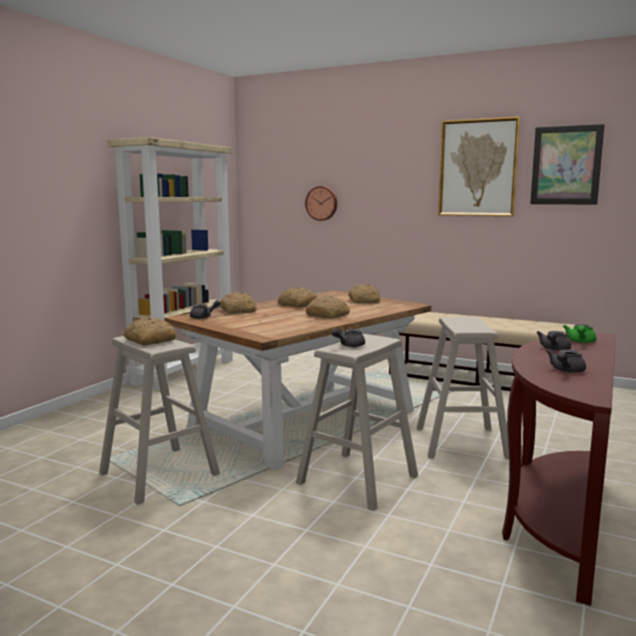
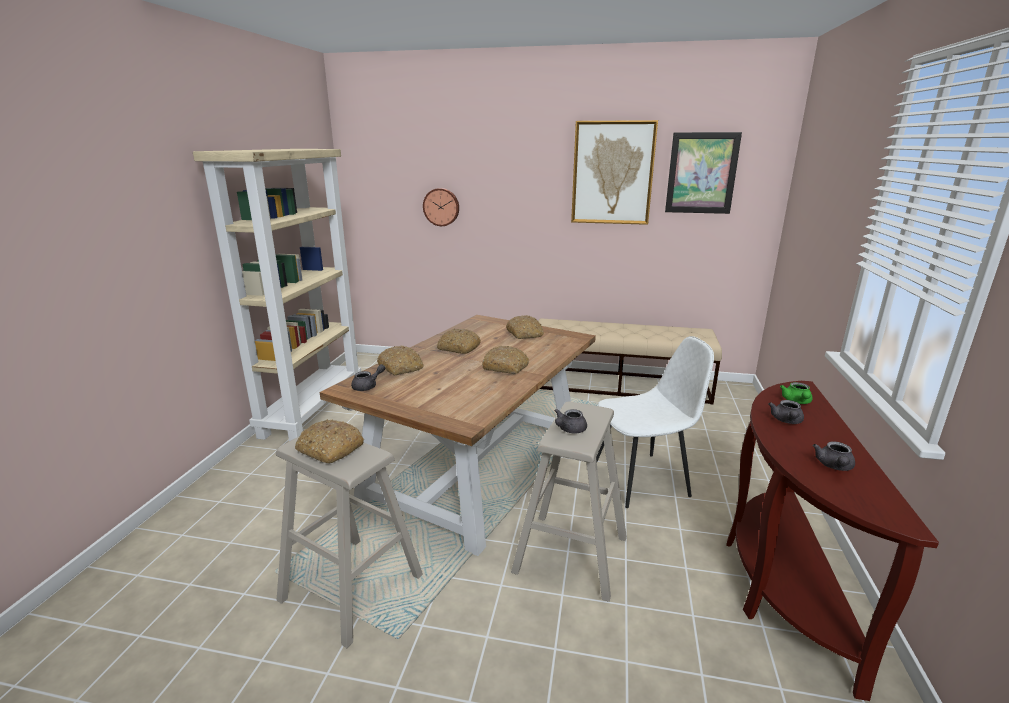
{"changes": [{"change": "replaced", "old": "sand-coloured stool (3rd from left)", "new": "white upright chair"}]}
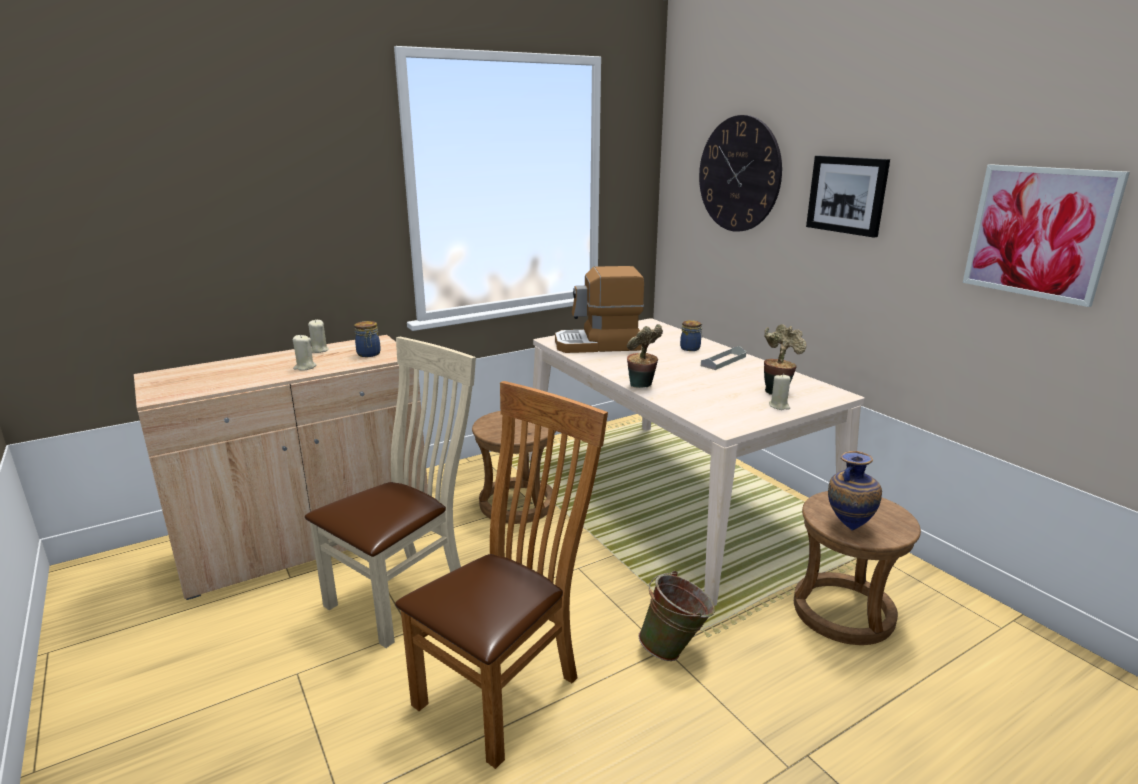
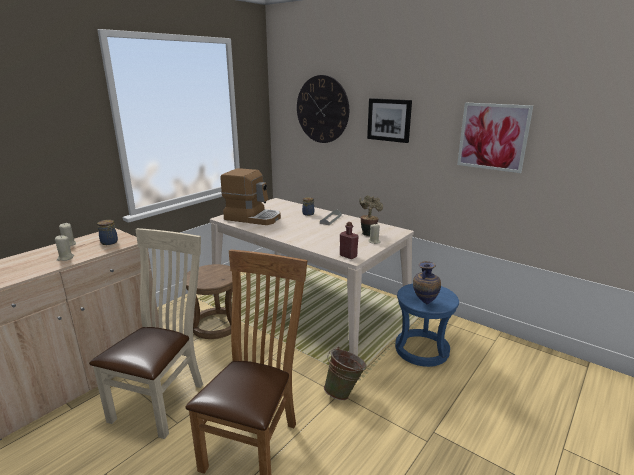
{"changes": [{"change": "turned", "old": "coffee machine", "degrees": -135}, {"change": "removed", "old": "potted plant (1st from left)"}, {"change": "recoloured", "old": "brownish stool (2nd from left)", "new": "blue-coloured stool"}, {"change": "added", "new": "red-coloured drink bottle"}]}
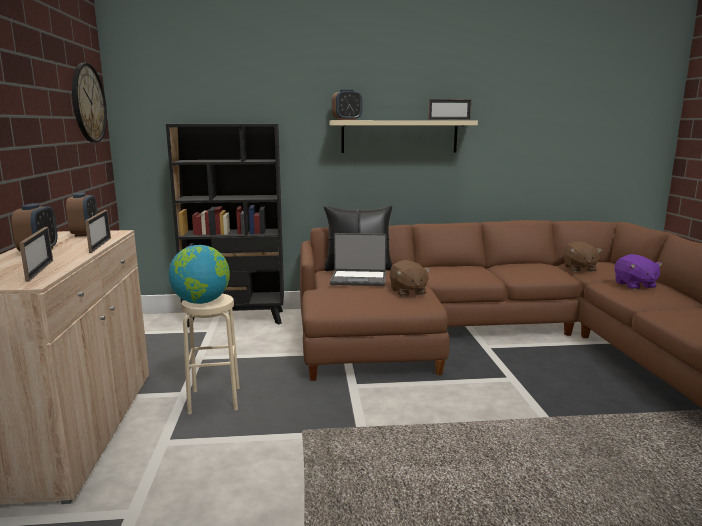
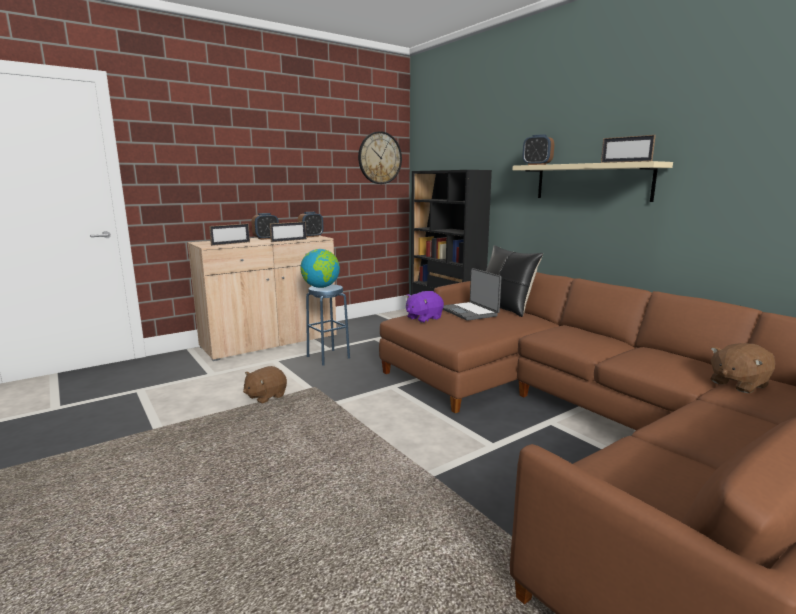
{"changes": [{"change": "recoloured", "old": "sand-coloured stool", "new": "blue-coloured stool"}, {"change": "moved", "old": "brownish cuddly toy (1st from left)"}, {"change": "moved", "old": "purplish cuddly toy"}]}
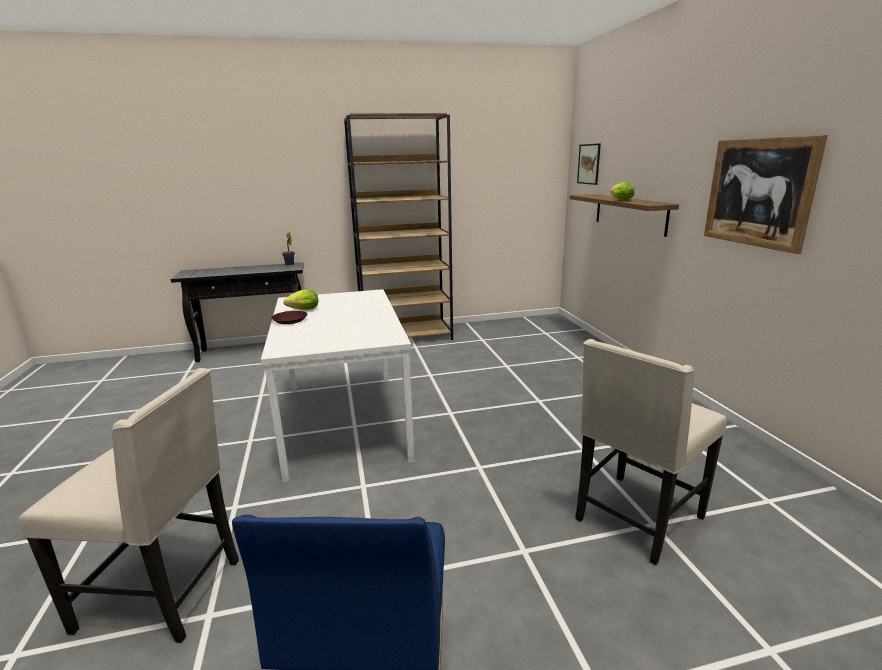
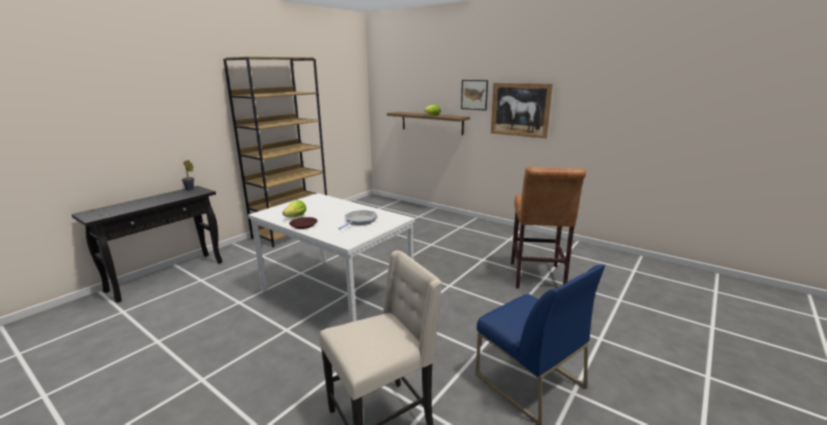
{"changes": [{"change": "replaced", "old": "sand-coloured upright chair (2nd from left)", "new": "brownish stool"}, {"change": "moved", "old": "wall art (1st from left)"}, {"change": "added", "new": "skillet"}]}
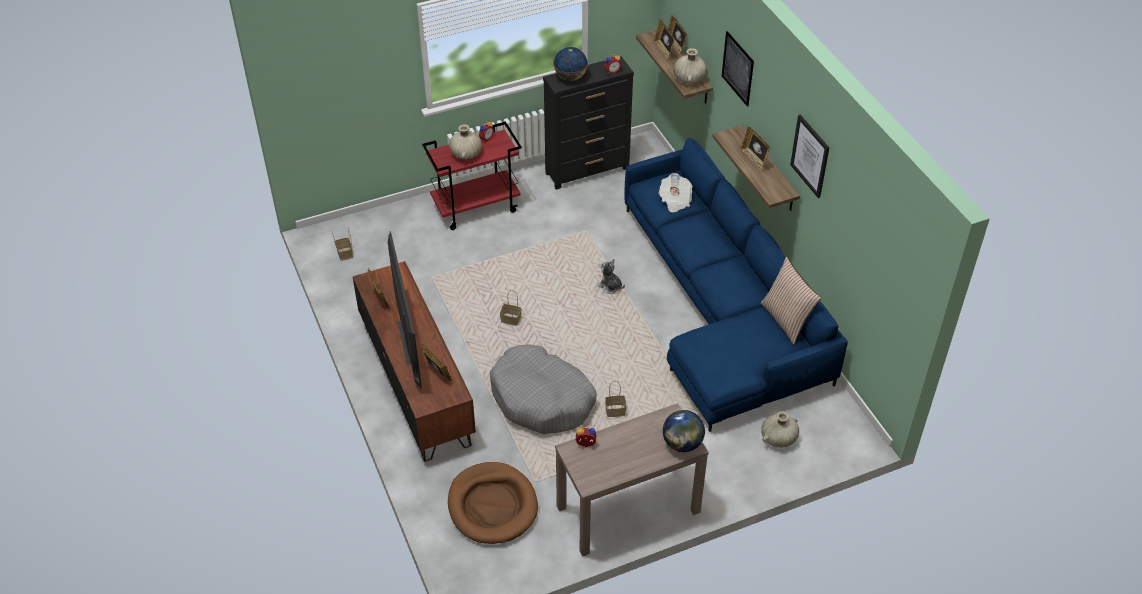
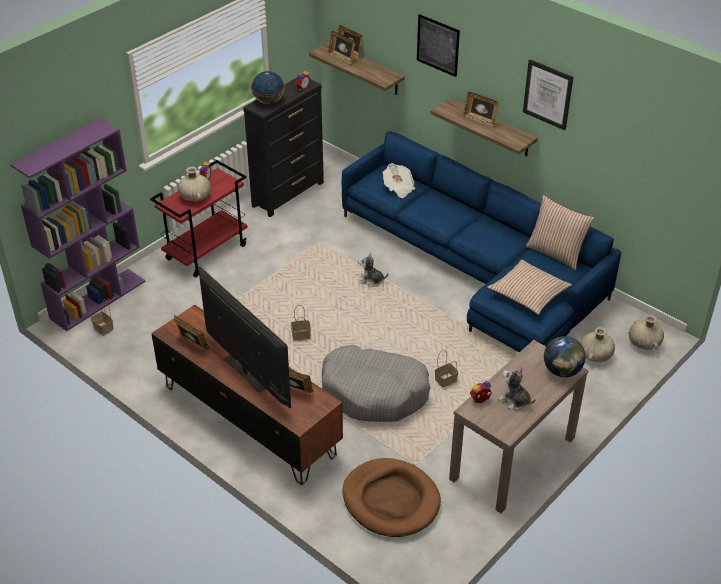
{"changes": [{"change": "moved", "old": "sand-coloured flower vase (2nd from left in the first image)", "new": "sand-coloured flower vase (3rd from left)"}, {"change": "added", "new": "purplish shelving unit"}, {"change": "added", "new": "pillow (1st from left)"}, {"change": "added", "new": "cuddly toy (2nd from left)"}]}
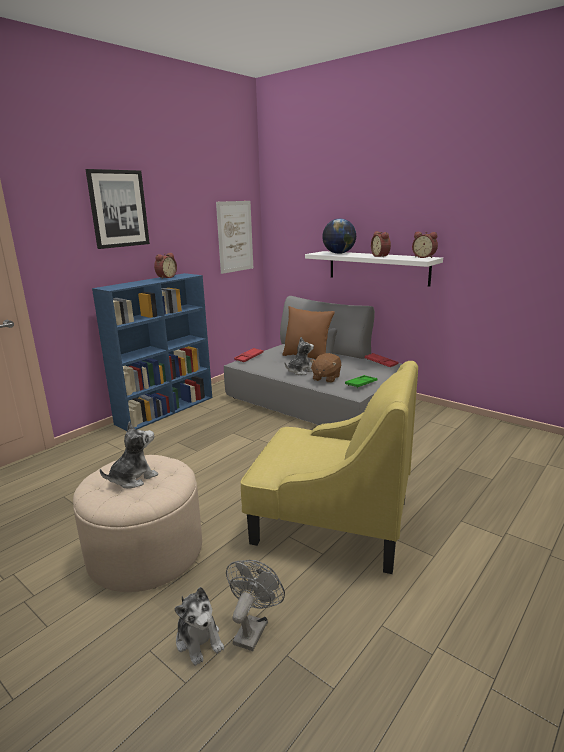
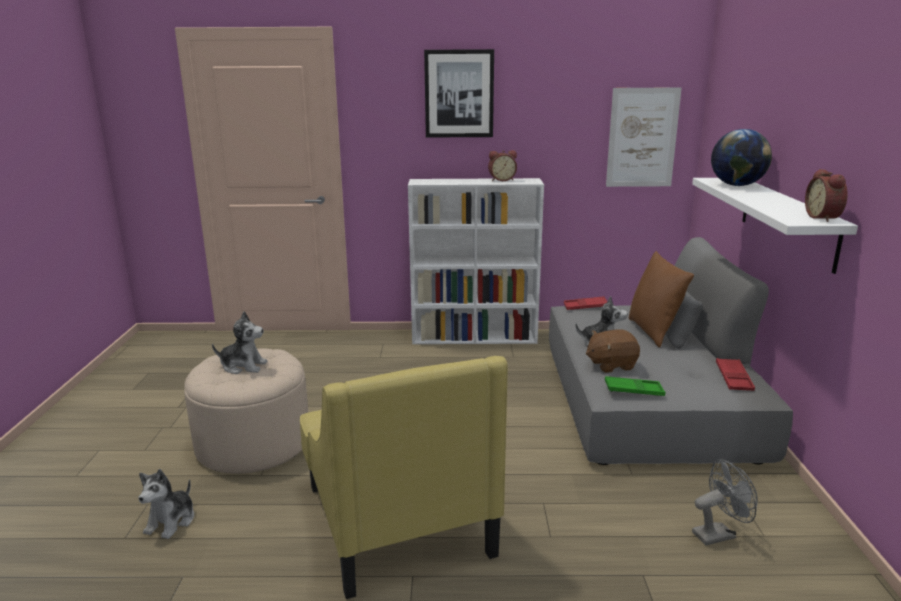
{"changes": [{"change": "recoloured", "old": "blue-coloured shelving unit", "new": "white shelving unit"}, {"change": "moved", "old": "gray cooling fan"}, {"change": "removed", "old": "table clock (2nd from left)"}]}
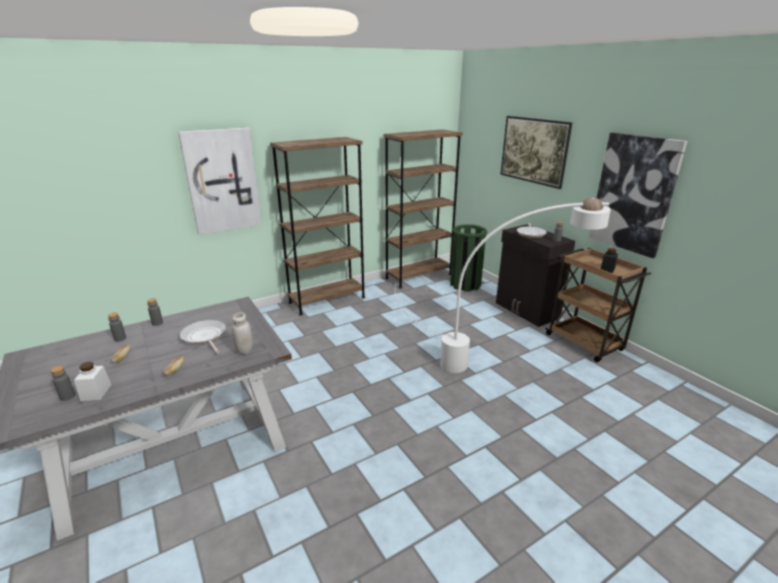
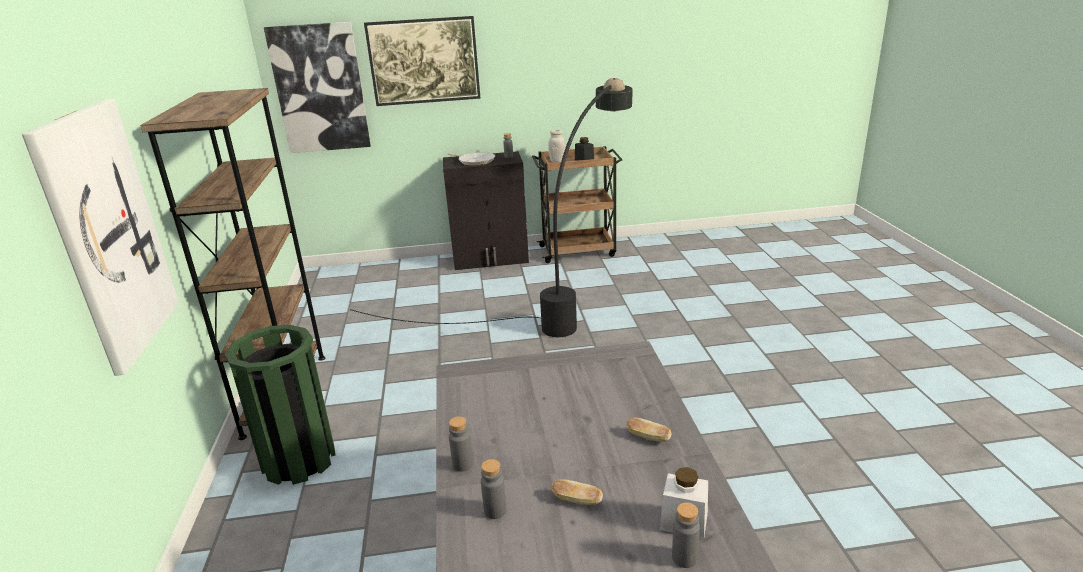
{"changes": [{"change": "removed", "old": "skillet (1st from left)"}, {"change": "moved", "old": "white jar (2nd from left in the first image)", "new": "white jar (1st from left)"}, {"change": "removed", "old": "brownish shelving unit (2nd from left)"}, {"change": "recoloured", "old": "white standard lamp", "new": "black standard lamp"}, {"change": "moved", "old": "green-coloured waste bin"}, {"change": "moved", "old": "wall art (3rd from left in the first image)", "new": "wall art (2nd from left)"}]}
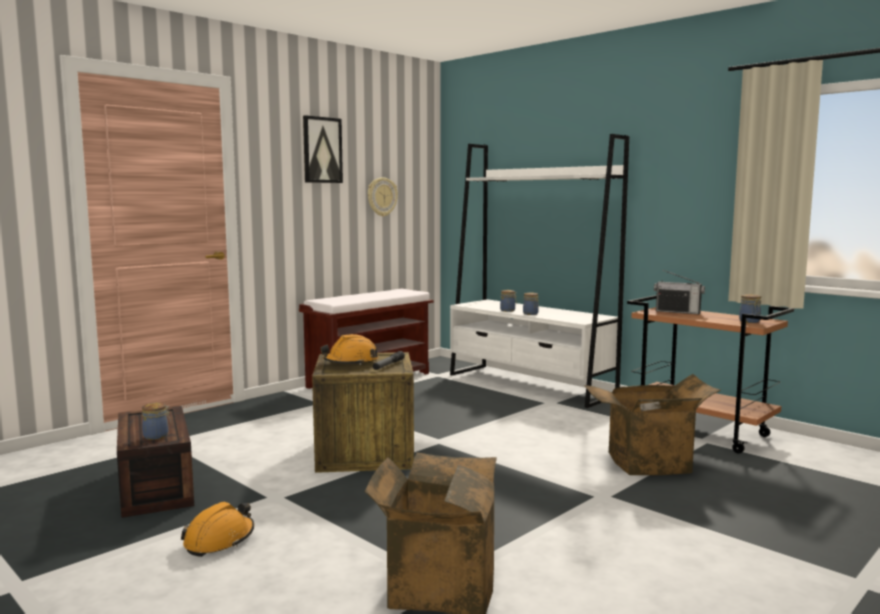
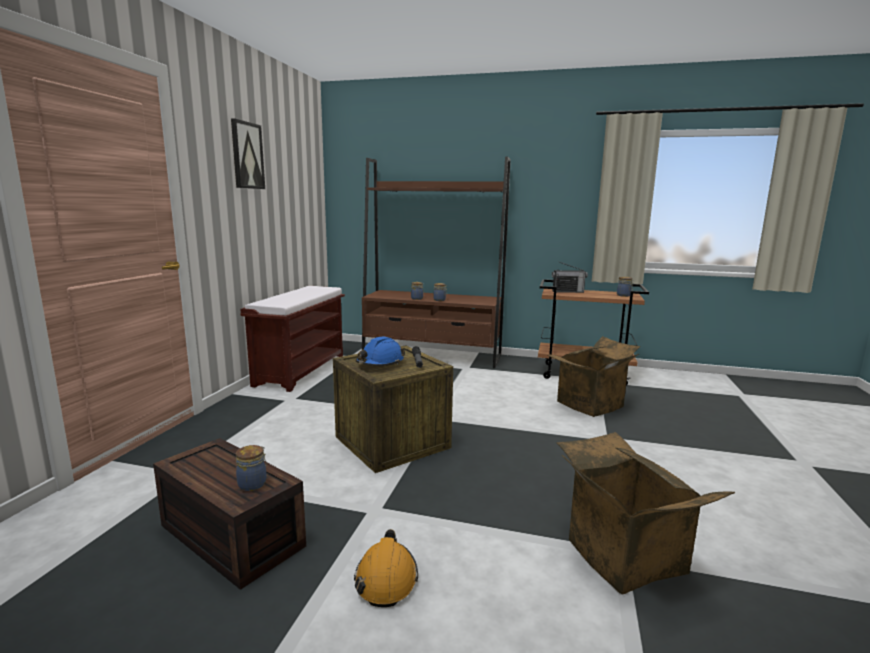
{"changes": [{"change": "recoloured", "old": "orange safety helmet (2nd from left)", "new": "blue-coloured safety helmet"}, {"change": "removed", "old": "clock on the wall"}, {"change": "recoloured", "old": "white shelving unit", "new": "brownish shelving unit"}]}
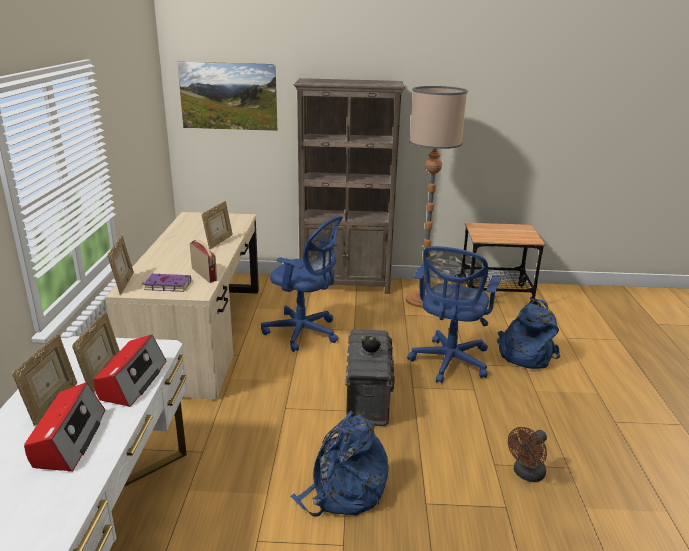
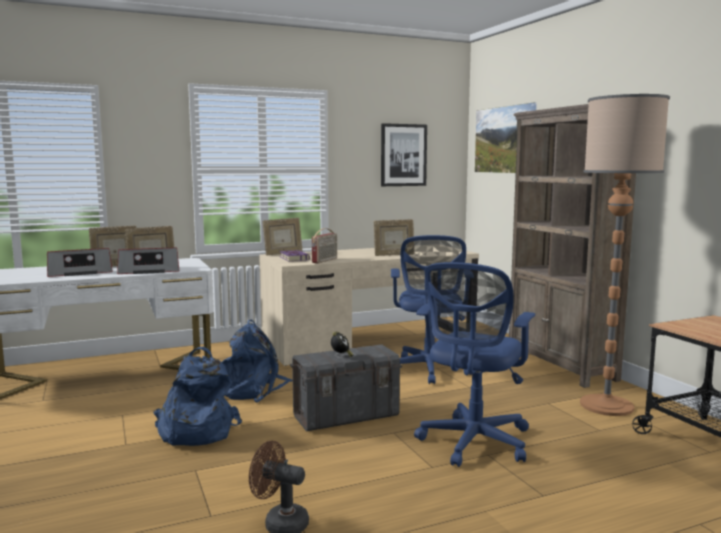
{"changes": [{"change": "turned", "old": "blue-coloured office chair (2nd from left)", "degrees": -60}, {"change": "moved", "old": "blue-coloured rucksack (2nd from left)"}, {"change": "added", "new": "wall art (1st from left)"}]}
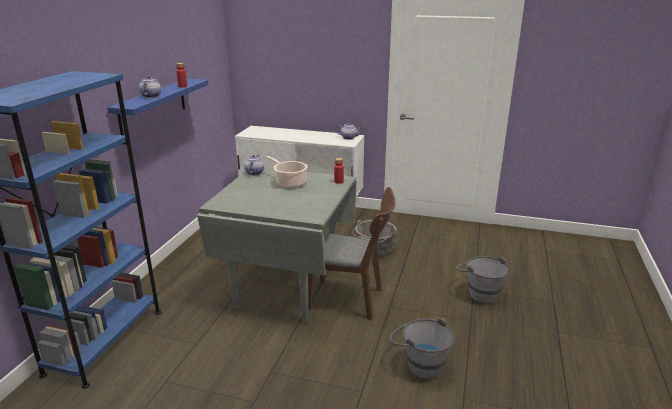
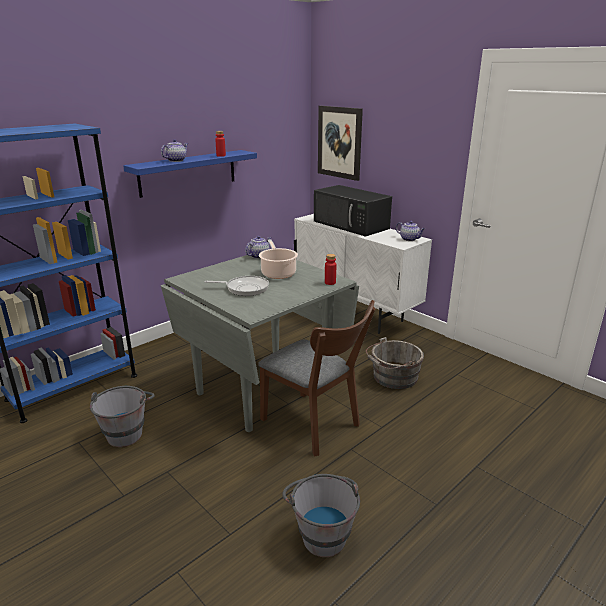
{"changes": [{"change": "moved", "old": "gray pail (3rd from left in the first image)", "new": "gray pail (1st from left)"}, {"change": "added", "new": "skillet"}, {"change": "added", "new": "black microwave"}, {"change": "added", "new": "wall art"}]}
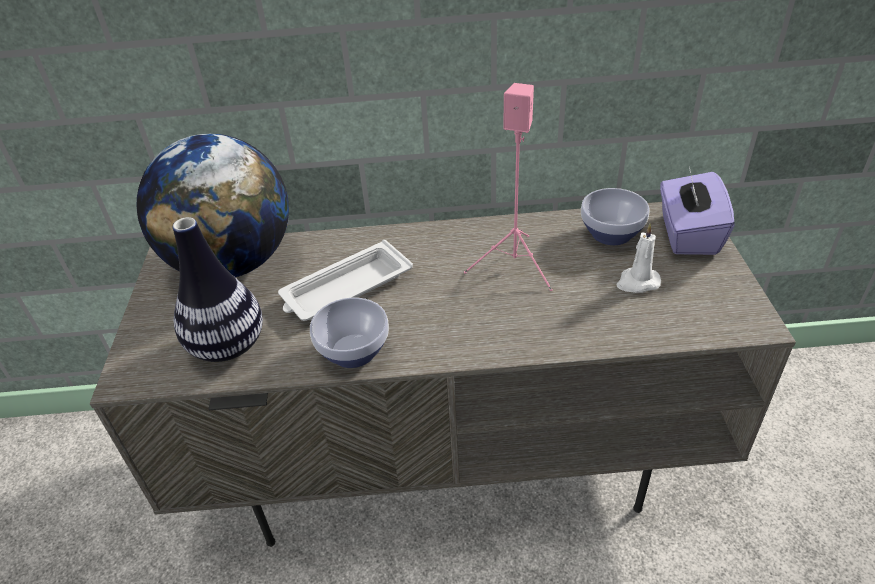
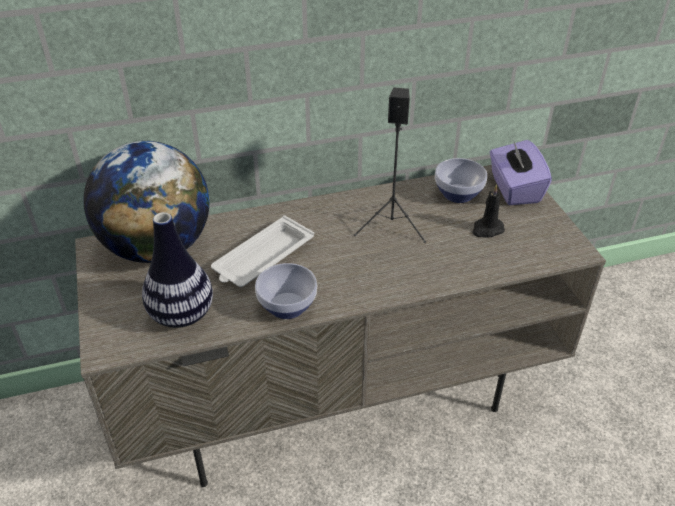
{"changes": [{"change": "recoloured", "old": "pink-coloured speaker", "new": "black speaker"}, {"change": "recoloured", "old": "white candle", "new": "black candle"}]}
